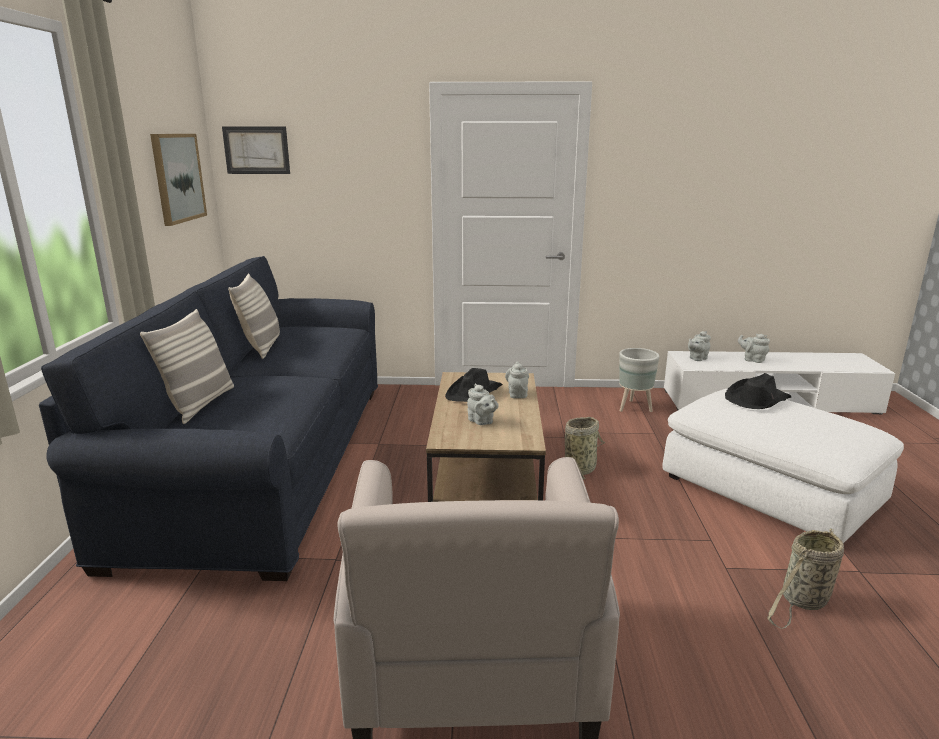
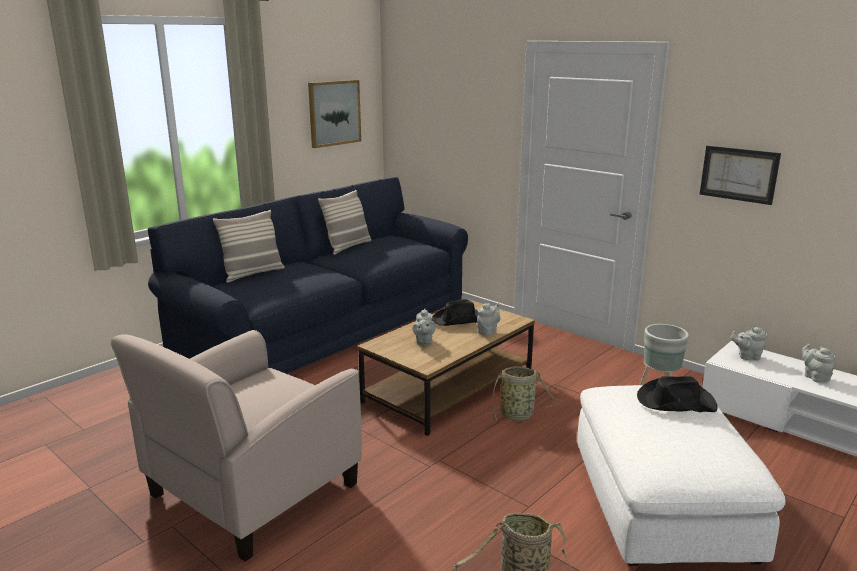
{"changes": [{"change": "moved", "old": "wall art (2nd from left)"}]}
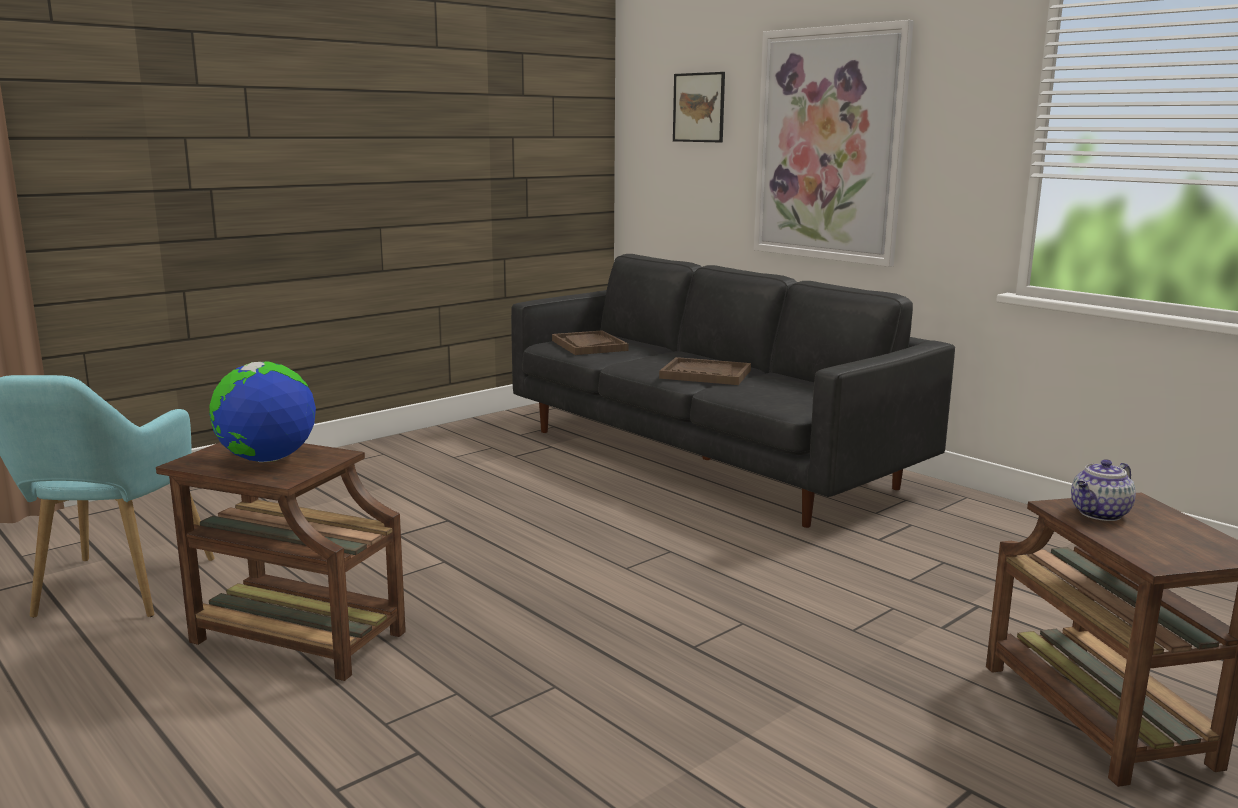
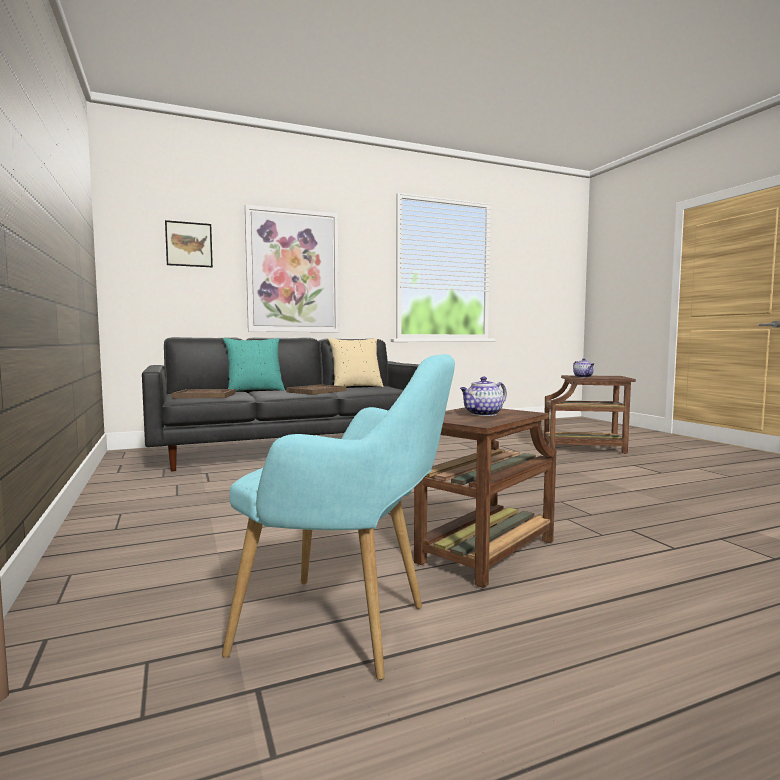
{"changes": [{"change": "replaced", "old": "globe", "new": "pot for tea (1st from left)"}, {"change": "added", "new": "turquoise-coloured pillow"}, {"change": "added", "new": "sand-coloured pillow"}]}
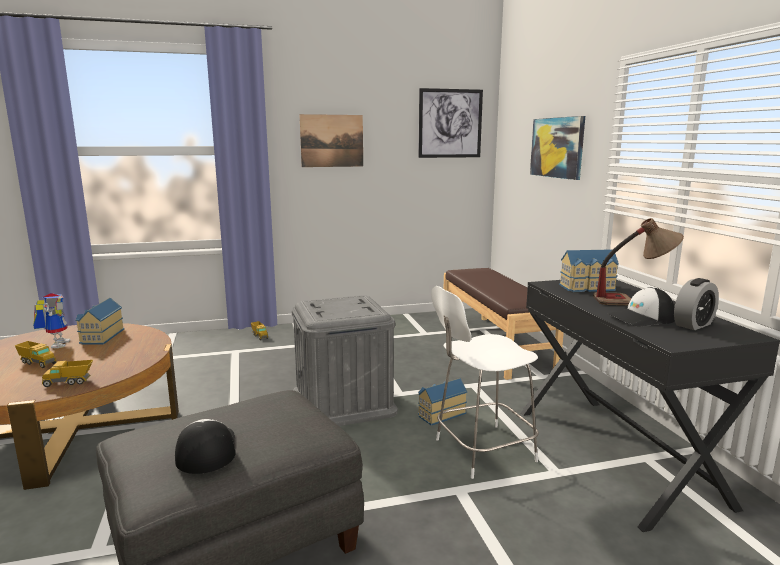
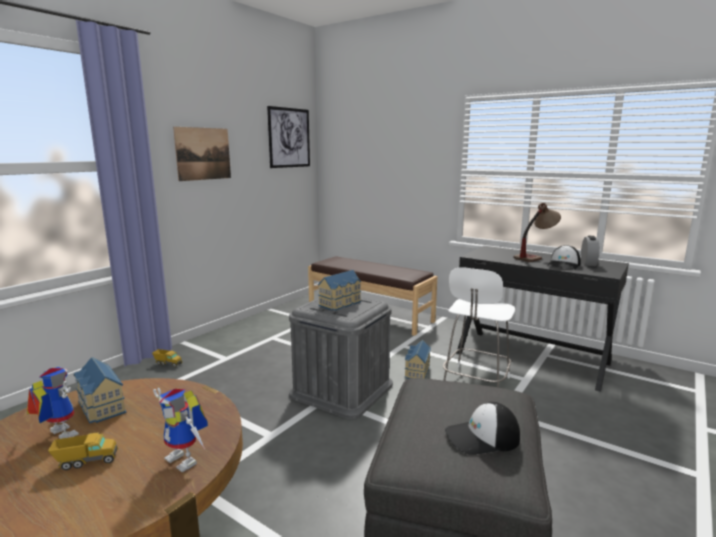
{"changes": [{"change": "replaced", "old": "toy lorry (2nd from left)", "new": "robot figure (2nd from left)"}, {"change": "turned", "old": "cap (1st from left)", "degrees": -45}, {"change": "removed", "old": "wall art (3rd from left)"}, {"change": "moved", "old": "miniature house (3rd from left in the first image)", "new": "miniature house (2nd from left)"}]}
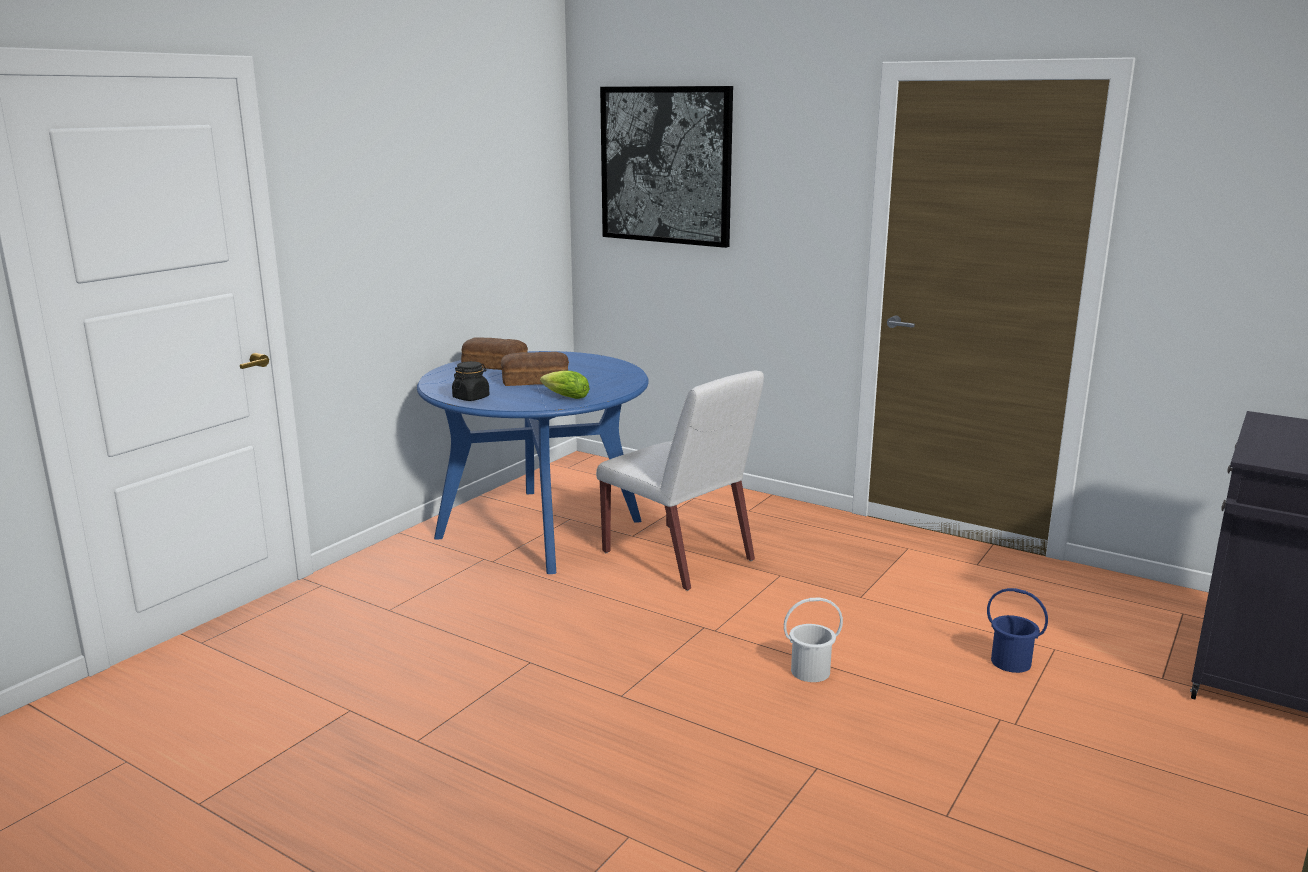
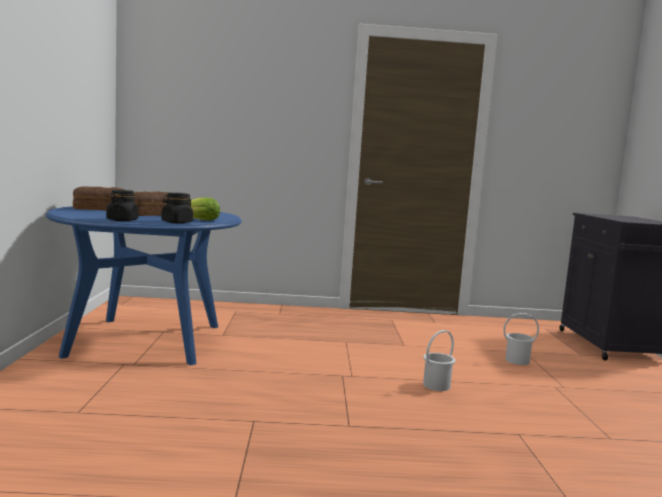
{"changes": [{"change": "removed", "old": "white upright chair"}, {"change": "removed", "old": "wall art"}, {"change": "recoloured", "old": "blue-coloured pail", "new": "white pail (2nd from left)"}, {"change": "added", "new": "black jar (2nd from left)"}]}
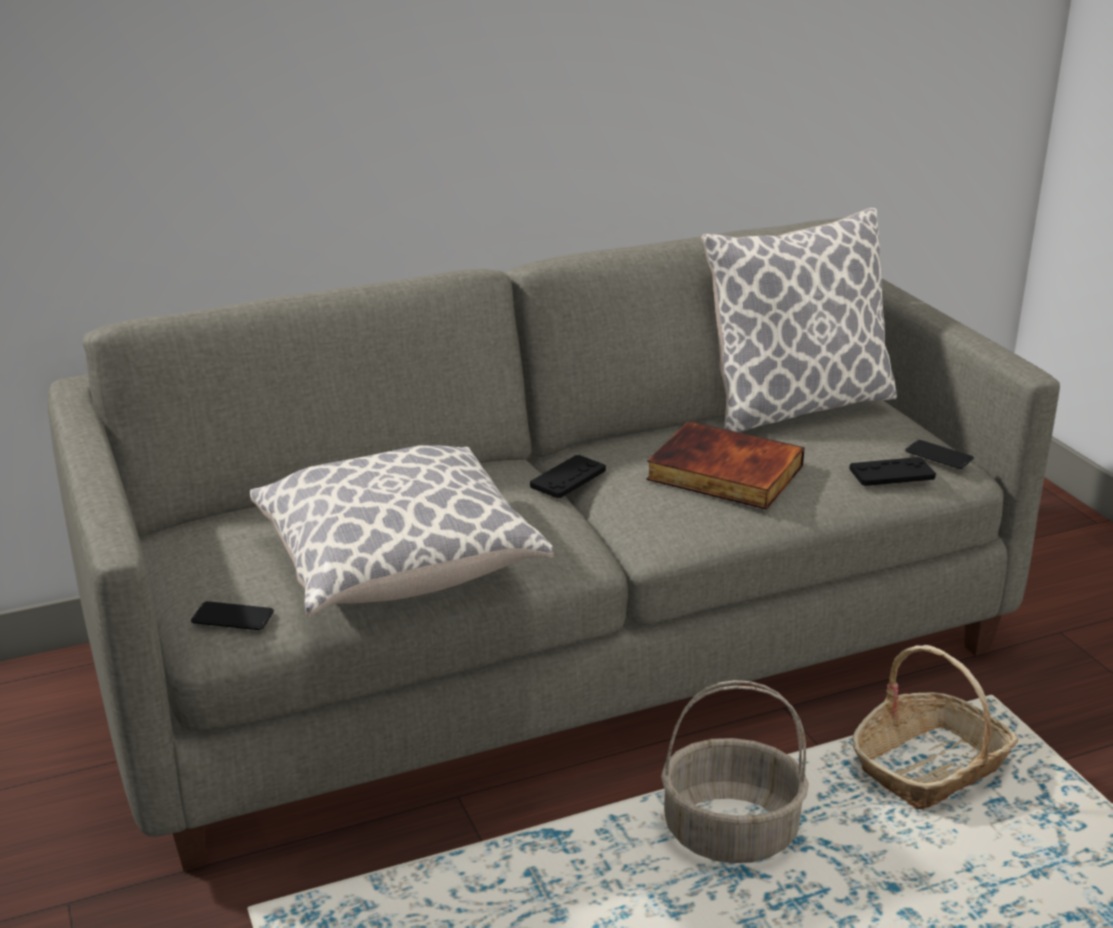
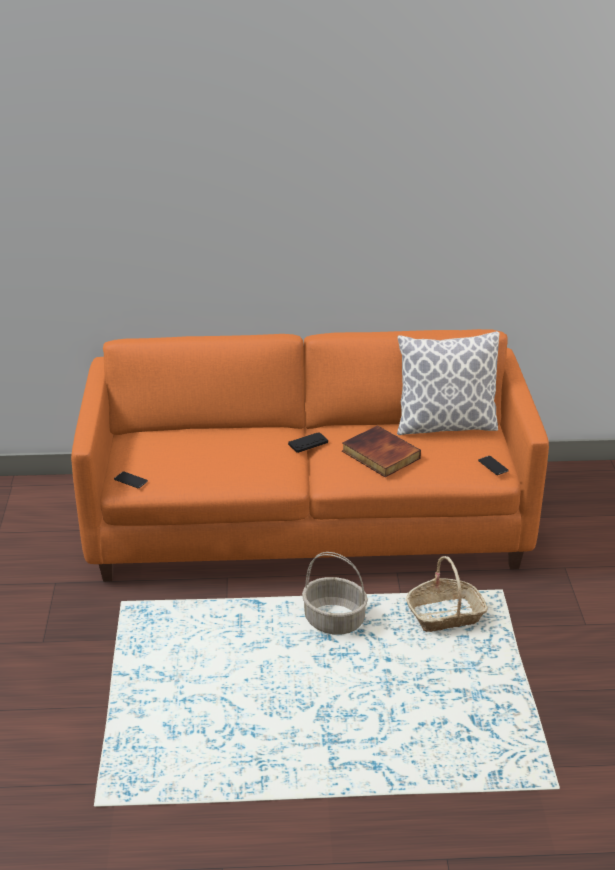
{"changes": [{"change": "recoloured", "old": "gray couch", "new": "orange couch"}, {"change": "removed", "old": "pillow (1st from left)"}, {"change": "removed", "old": "black joypad (2nd from left)"}]}
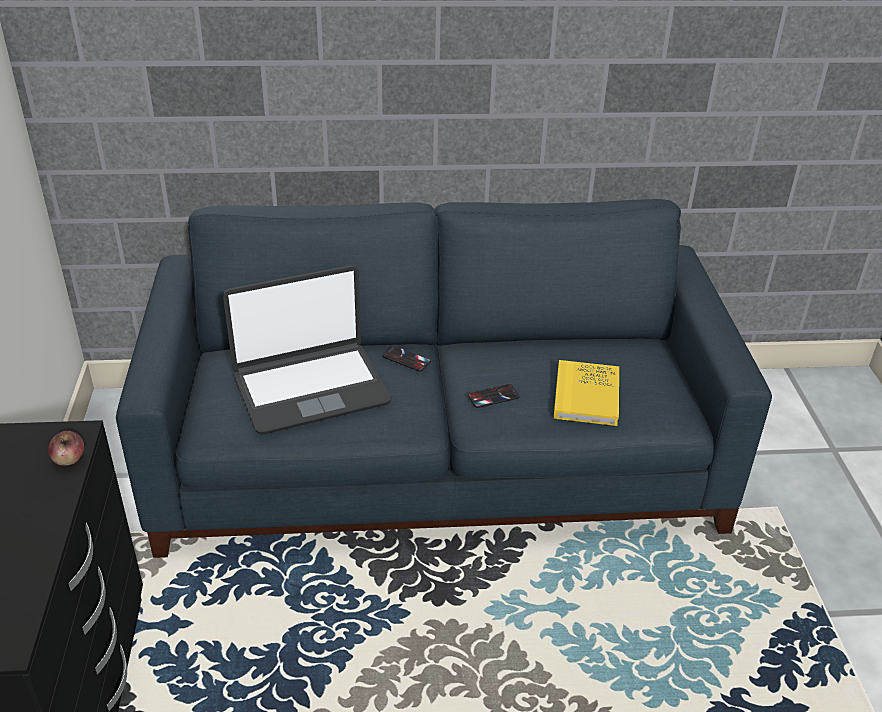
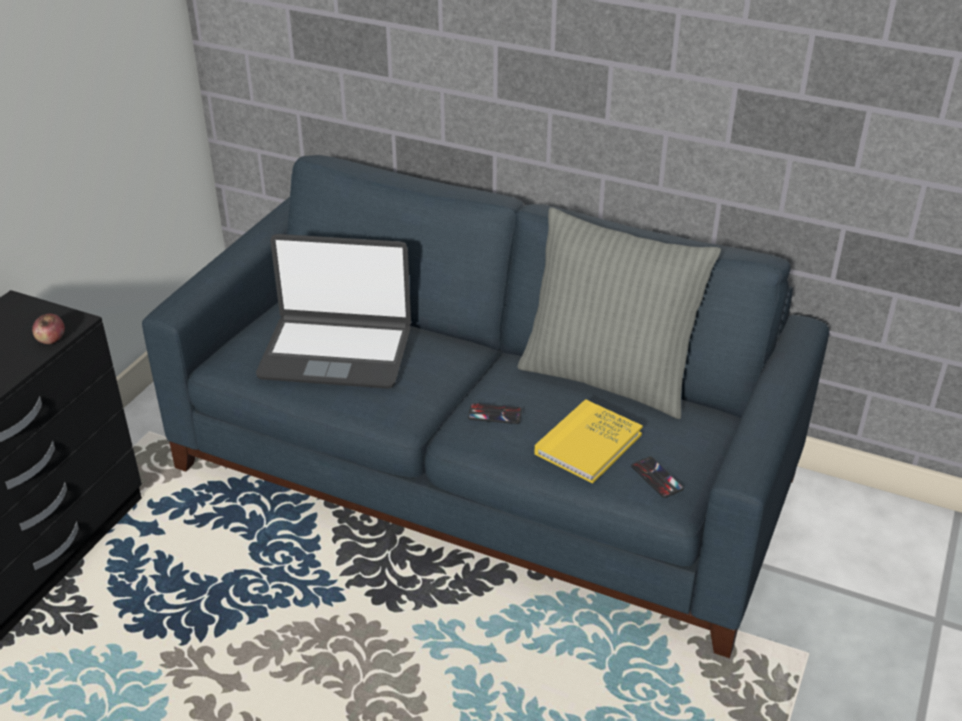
{"changes": [{"change": "moved", "old": "telephone (1st from left in the first image)", "new": "telephone (2nd from left)"}, {"change": "added", "new": "gray pillow"}]}
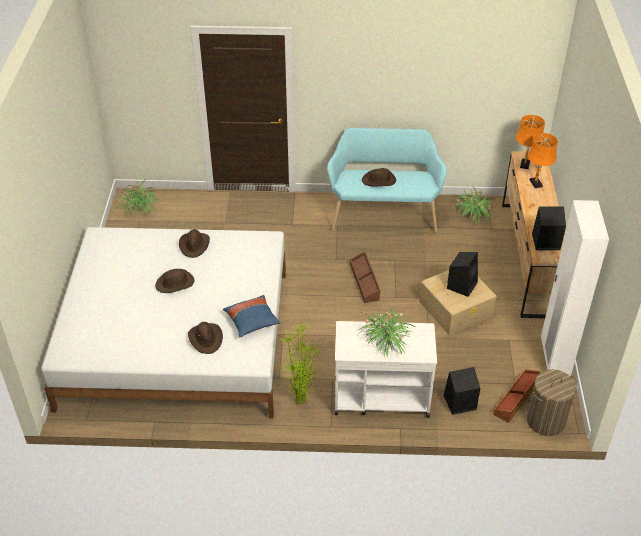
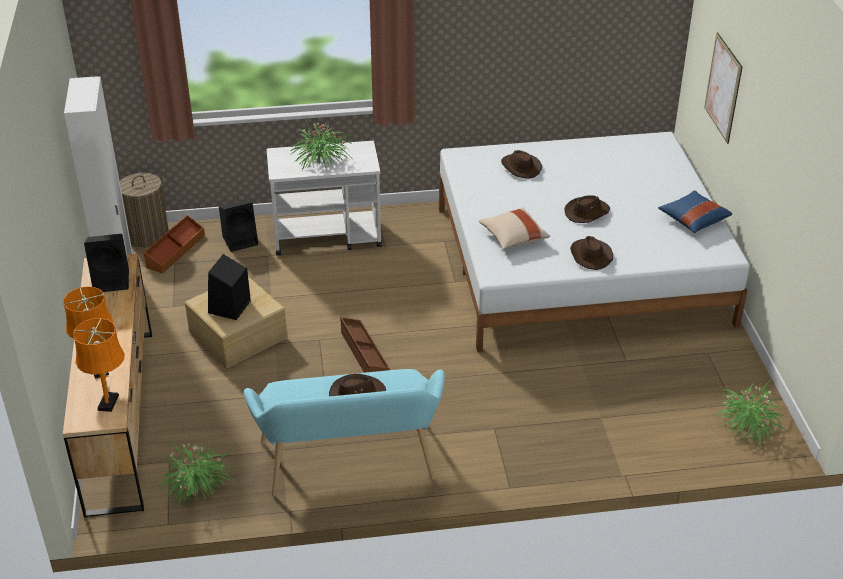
{"changes": [{"change": "moved", "old": "blue-coloured pillow"}, {"change": "removed", "old": "potted plant (2nd from left)"}, {"change": "added", "new": "sand-coloured pillow"}, {"change": "added", "new": "wall art"}]}
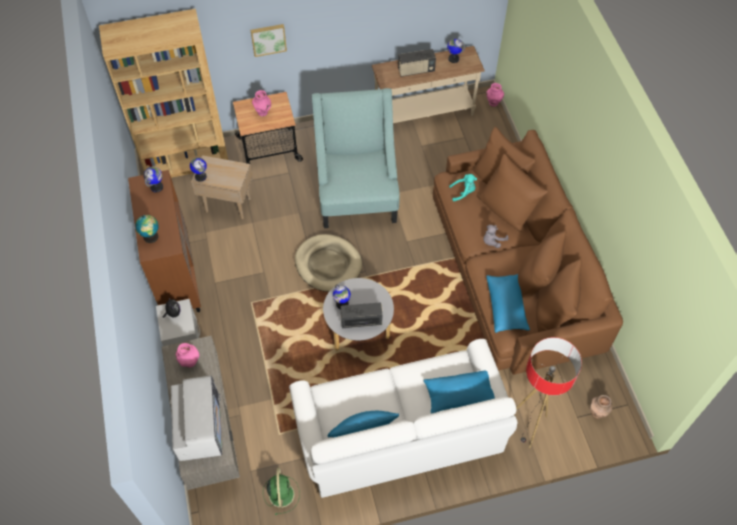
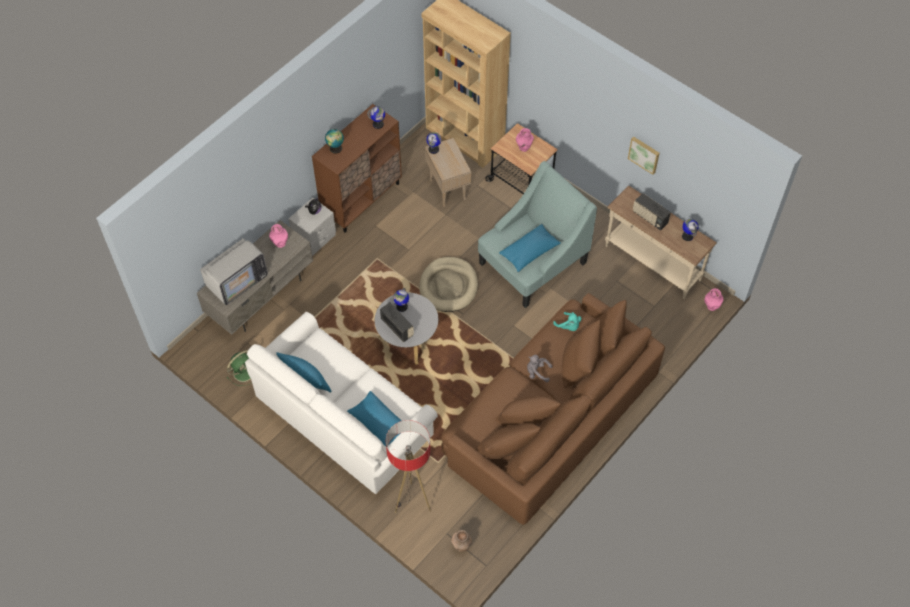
{"changes": [{"change": "moved", "old": "wall art"}, {"change": "moved", "old": "blue-coloured pillow (3rd from left)"}]}
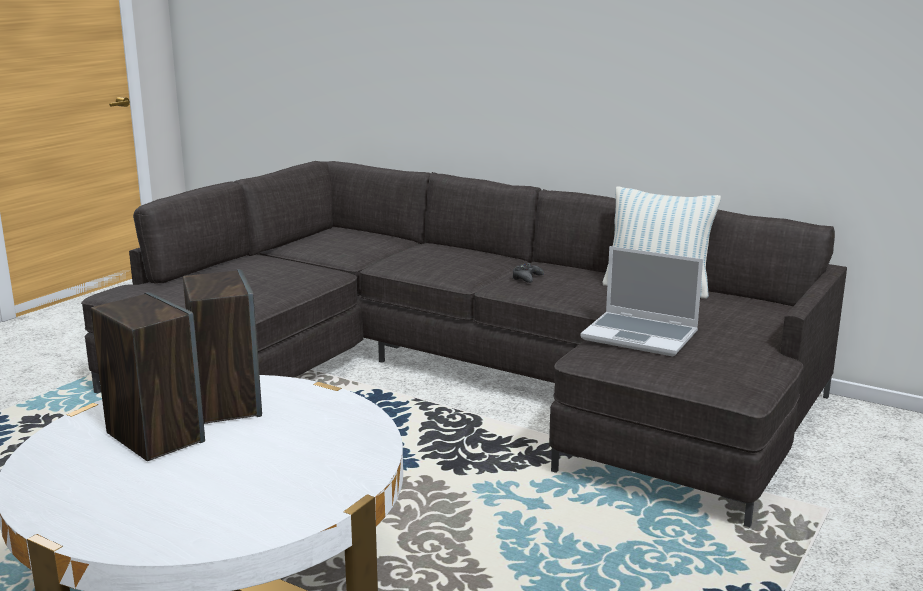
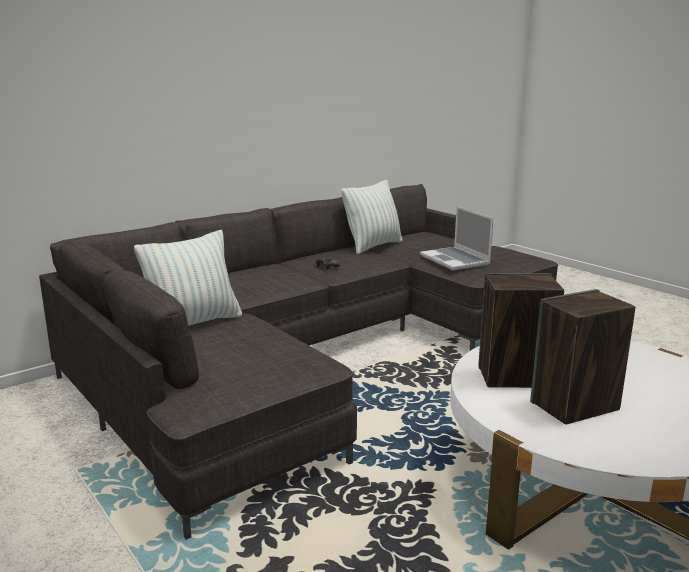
{"changes": [{"change": "turned", "old": "laptop", "degrees": 105}, {"change": "added", "new": "pillow (1st from left)"}]}
